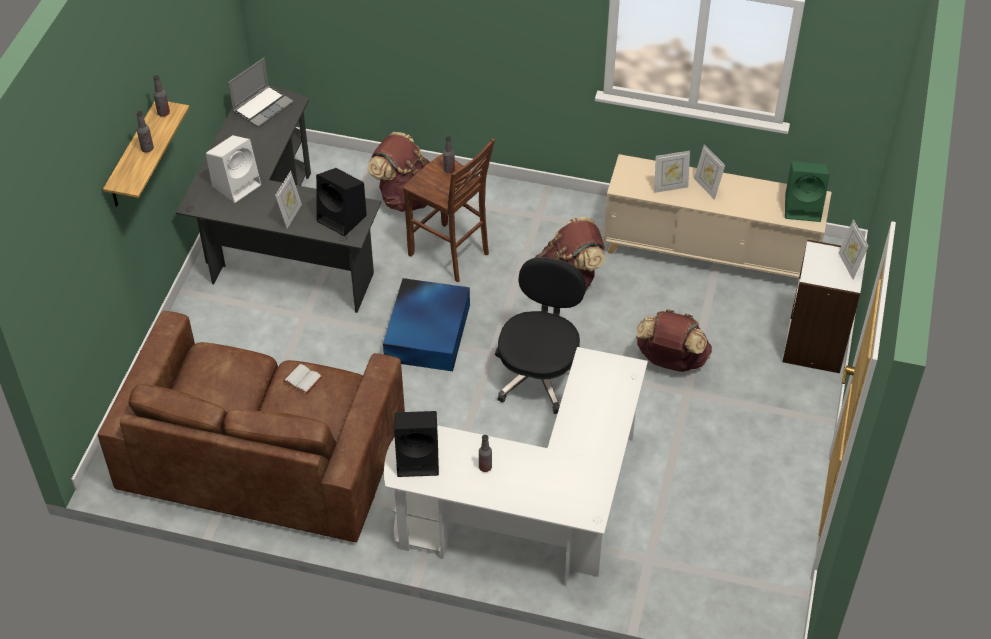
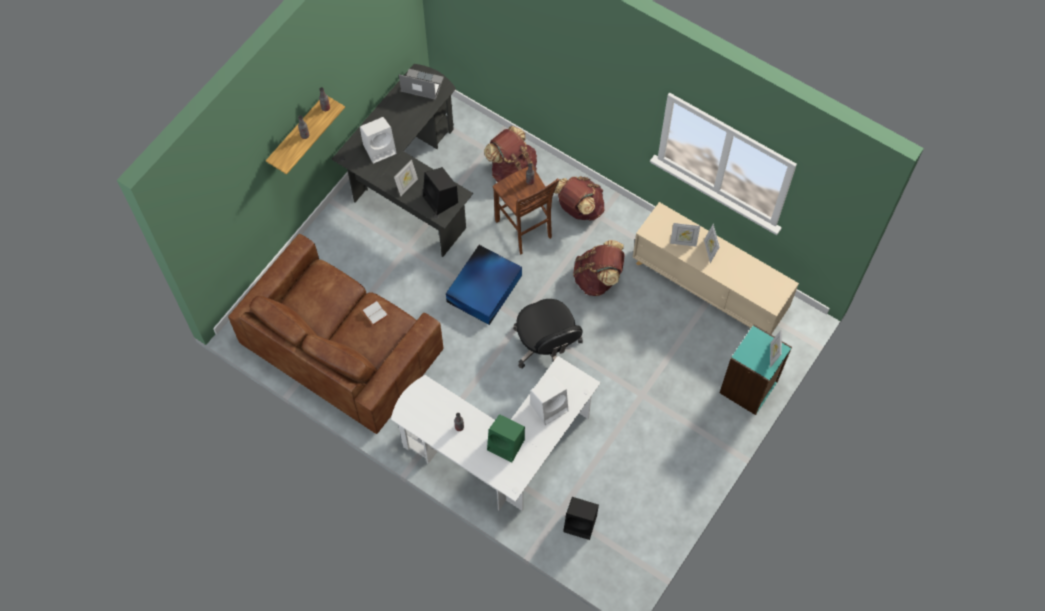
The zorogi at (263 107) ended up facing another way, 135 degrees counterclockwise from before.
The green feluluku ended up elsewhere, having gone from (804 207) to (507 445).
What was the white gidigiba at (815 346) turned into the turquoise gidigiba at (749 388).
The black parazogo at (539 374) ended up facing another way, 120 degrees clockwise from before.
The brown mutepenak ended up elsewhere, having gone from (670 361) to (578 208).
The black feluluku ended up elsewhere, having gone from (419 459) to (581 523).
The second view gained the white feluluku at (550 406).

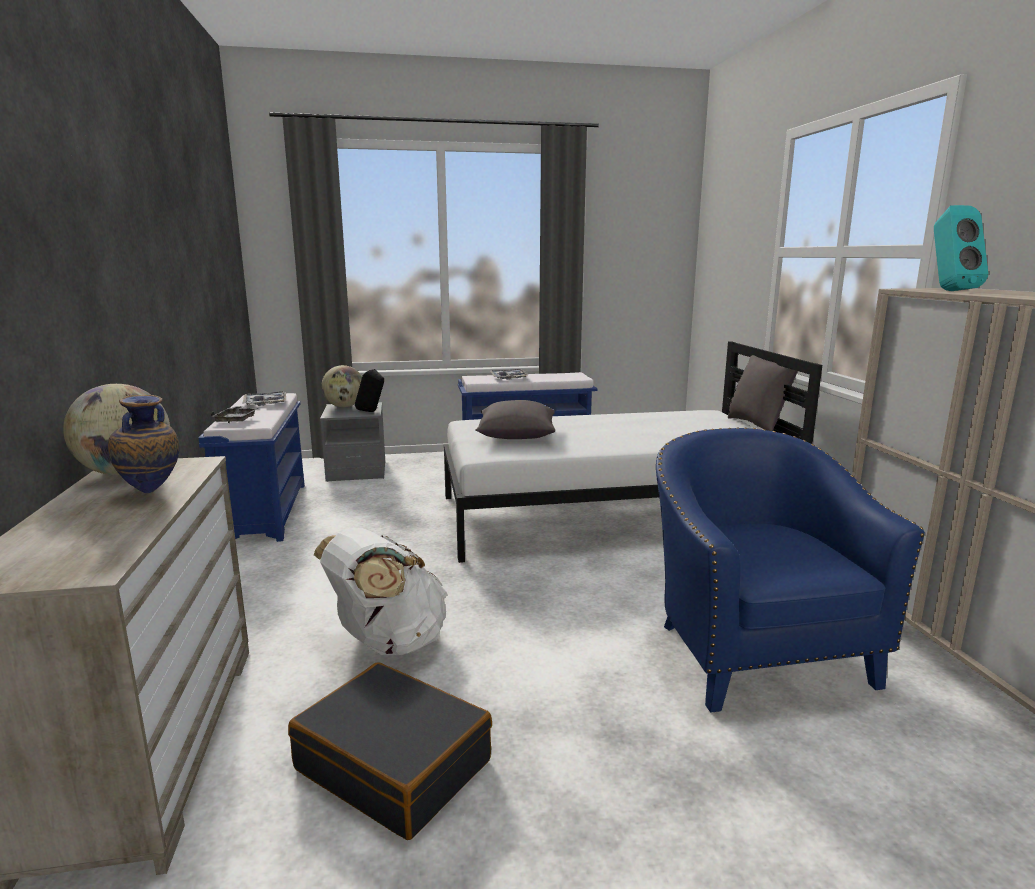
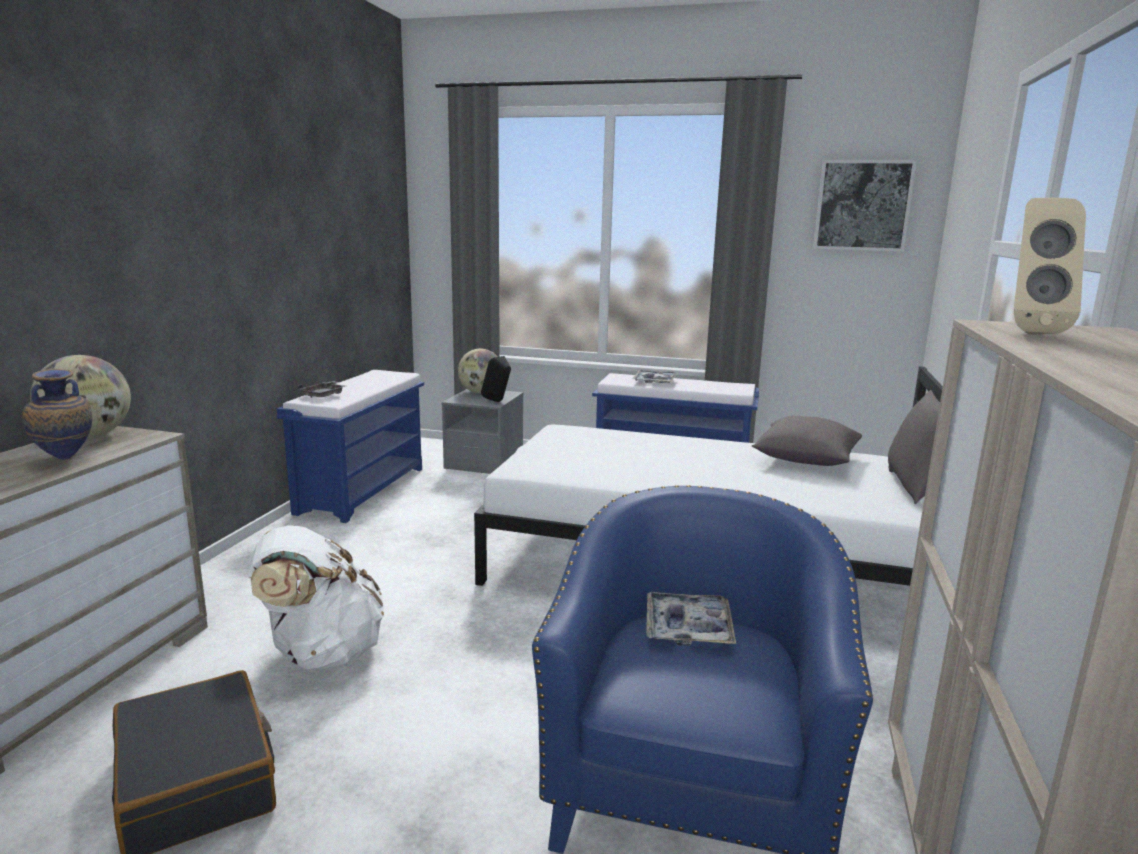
What was the turquoise feluluku at (948 290) turned into the beige feluluku at (1029 333).
The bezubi ended up elsewhere, having gone from (265 403) to (688 627).
The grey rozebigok ended up elsewhere, having gone from (516 436) to (805 459).
The second view gained the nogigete at (862 205).

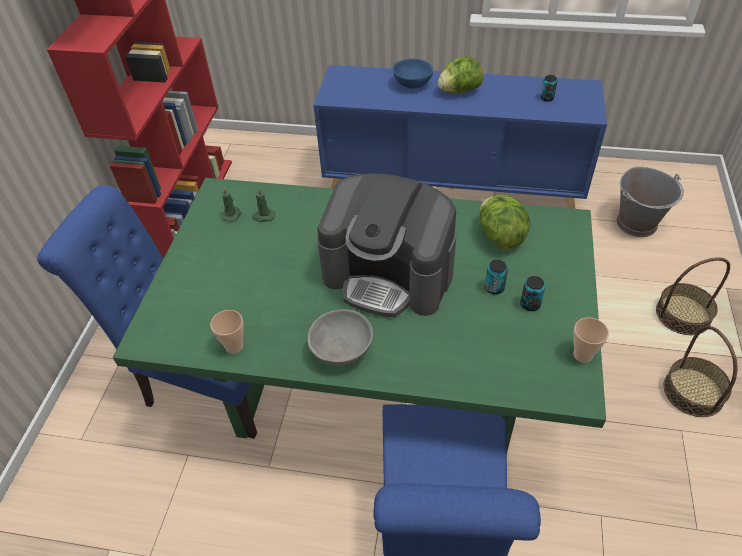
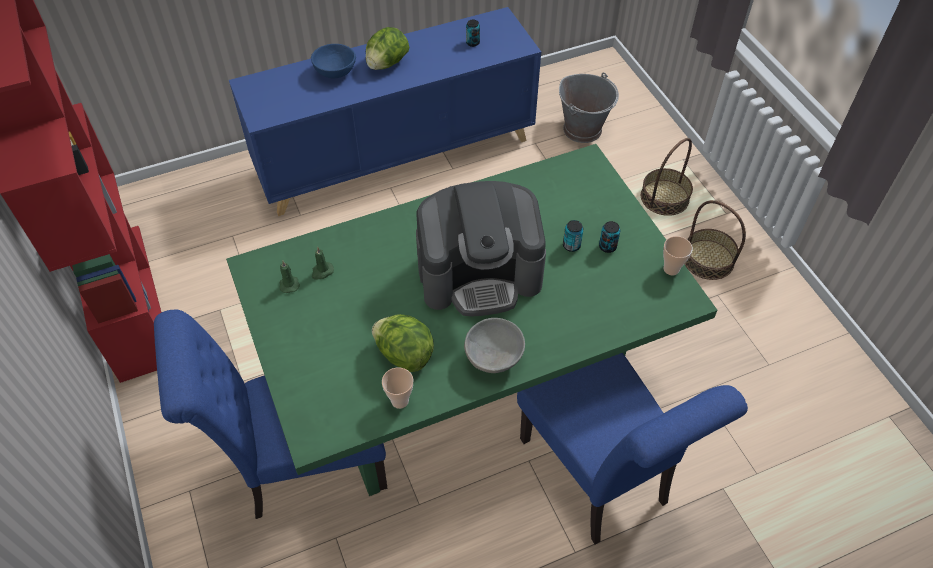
The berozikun ended up elsewhere, having gone from (500 236) to (404 354).

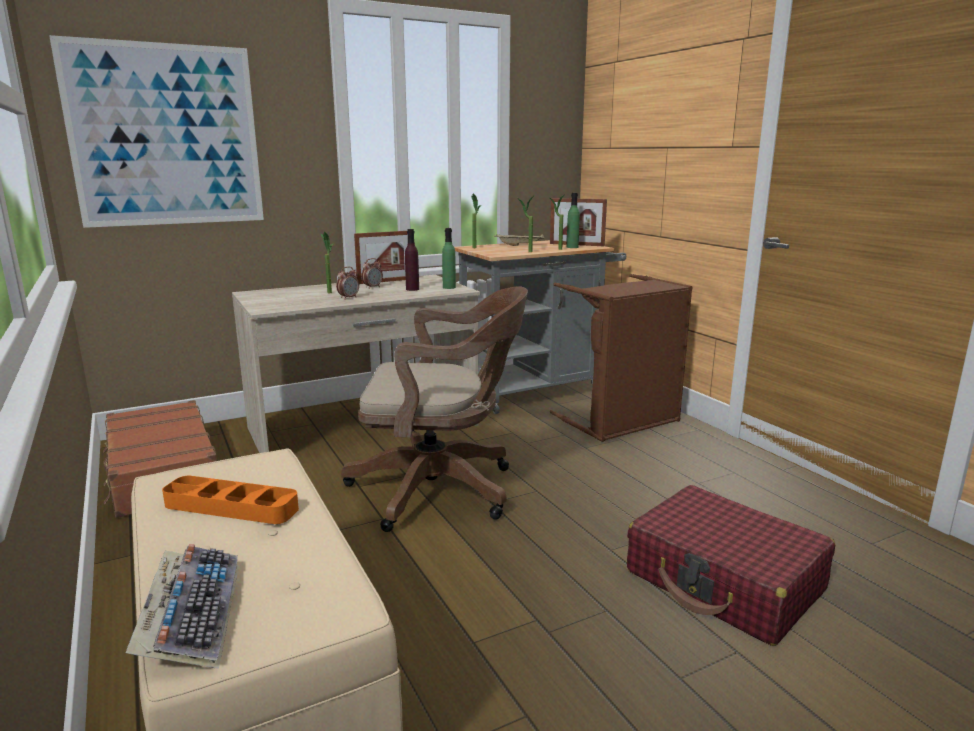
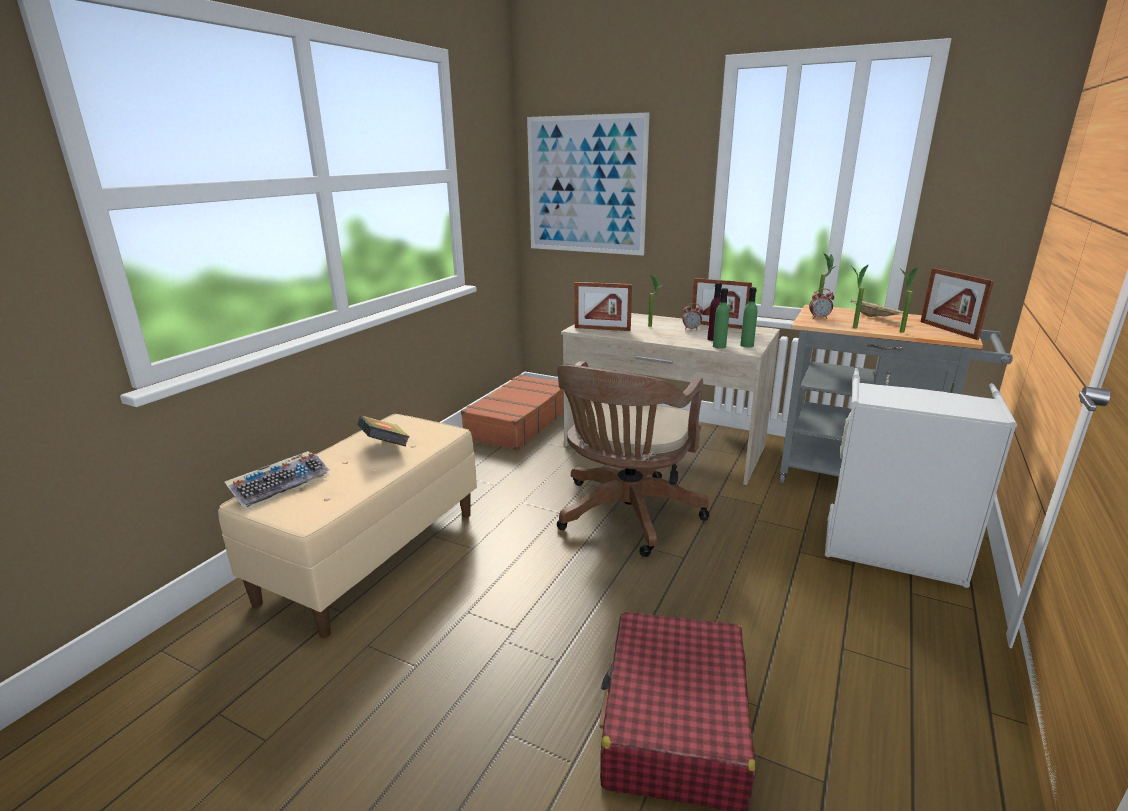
The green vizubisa ended up elsewhere, having gone from (572 247) to (719 346).
The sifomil ended up elsewhere, having gone from (348 298) to (819 318).
What was the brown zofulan at (622 422) turned into the grey zofulan at (892 552).
The brown parazogo at (441 489) ended up facing another way, 60 degrees clockwise from before.
Where the orange bezubi stood at (231 507), the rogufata came to stand at (385 447).
The second view gained the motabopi at (602 329).

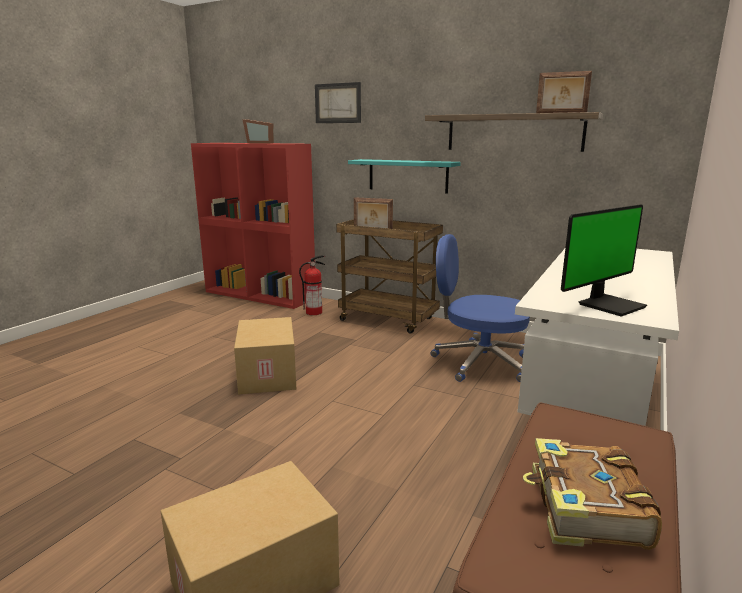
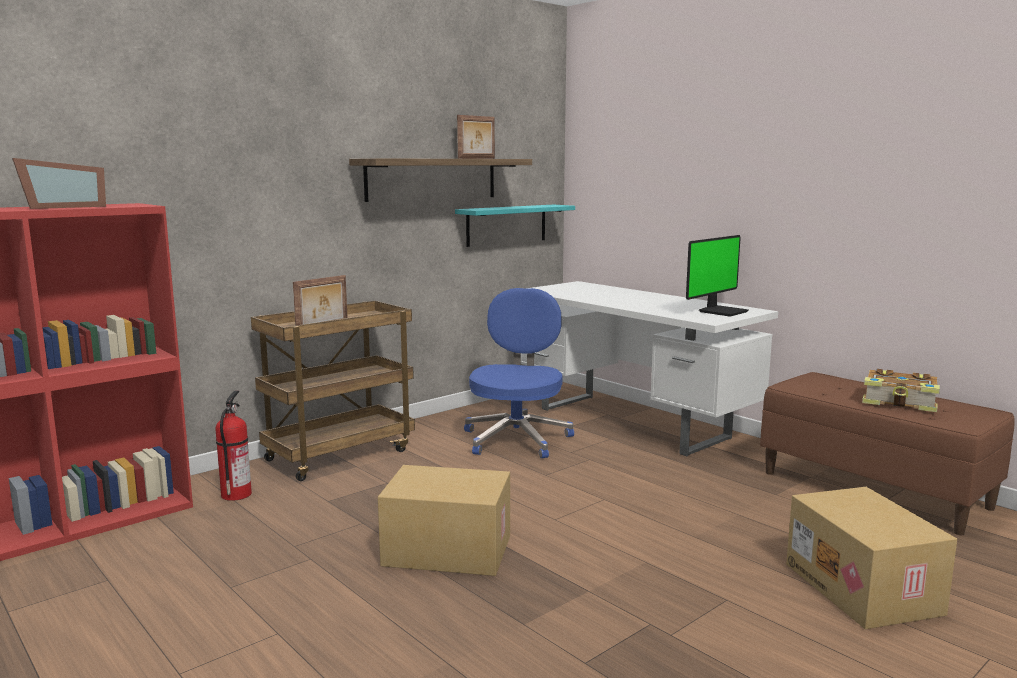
The second view lost the nogigete at (338 103).
The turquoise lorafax ended up elsewhere, having gone from (408 176) to (506 225).
The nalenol at (609 305) ended up facing another way, 60 degrees clockwise from before.
The blue parazogo at (479 362) ended up facing another way, 150 degrees clockwise from before.

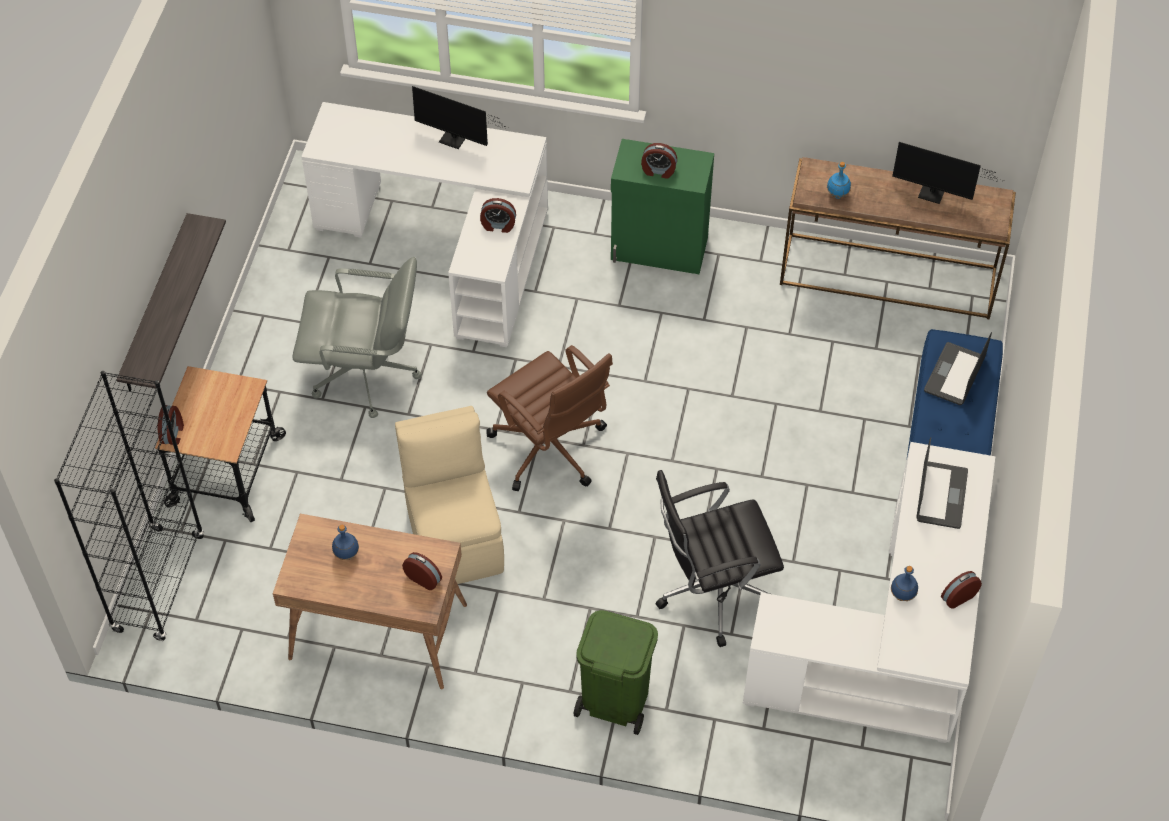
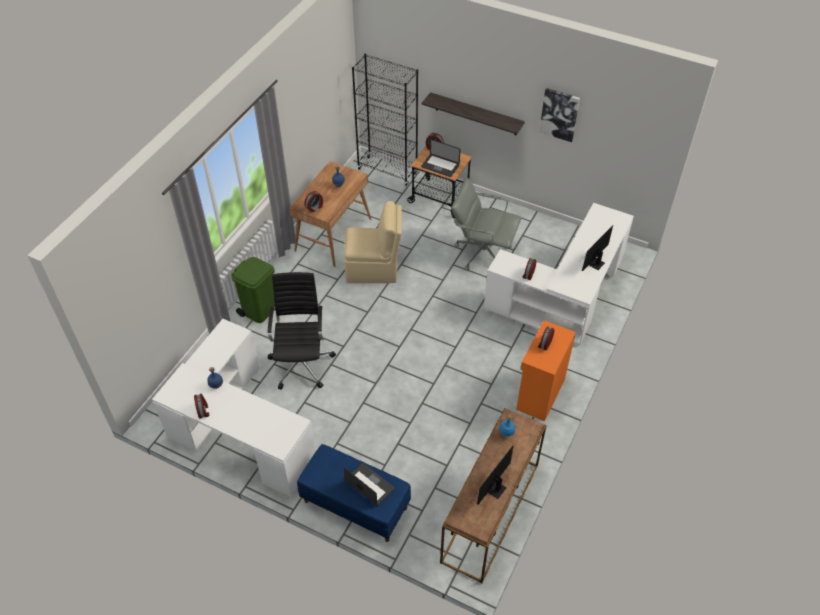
What was the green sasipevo at (659 250) turned into the orange sasipevo at (539 394).
The grey parazogo at (366 375) ended up facing another way, 90 degrees clockwise from before.
The second view lost the brown parazogo at (550 450).
The zorogi ended up elsewhere, having gone from (941 496) to (440 166).
The second view gained the nogigete at (559 114).

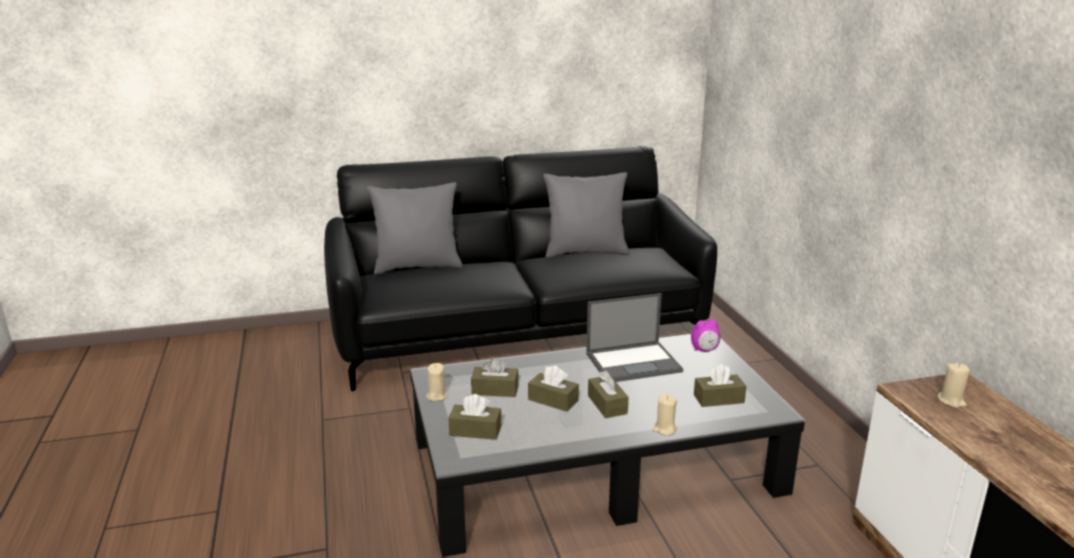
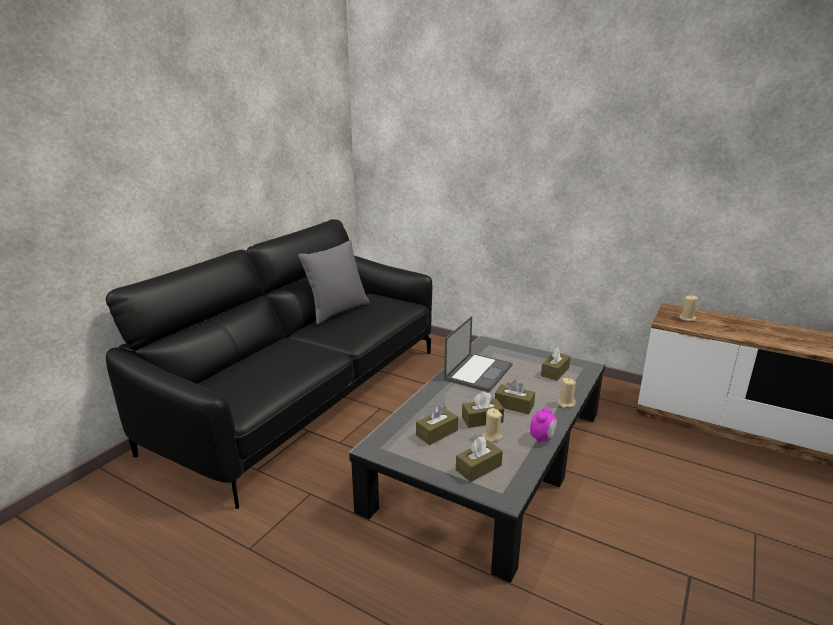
The second view lost the grey rozebigok at (417 267).
The sifomil ended up elsewhere, having gone from (704 350) to (542 438).
The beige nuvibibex ended up elsewhere, having gone from (436 396) to (492 437).

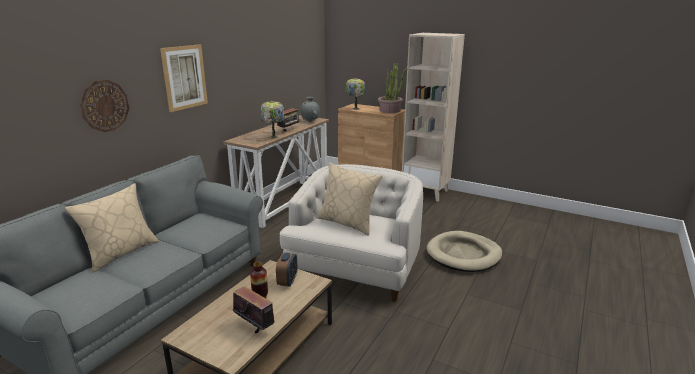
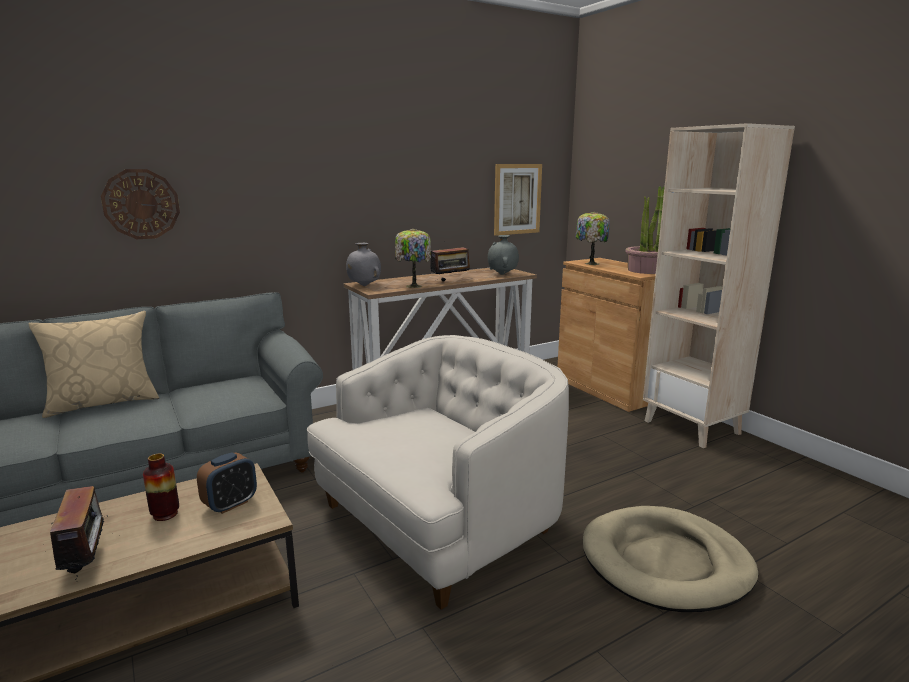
The nogigete ended up elsewhere, having gone from (184 77) to (517 199).
The second view lost the beige rozebigok at (348 222).
The second view gained the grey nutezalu at (364 286).

